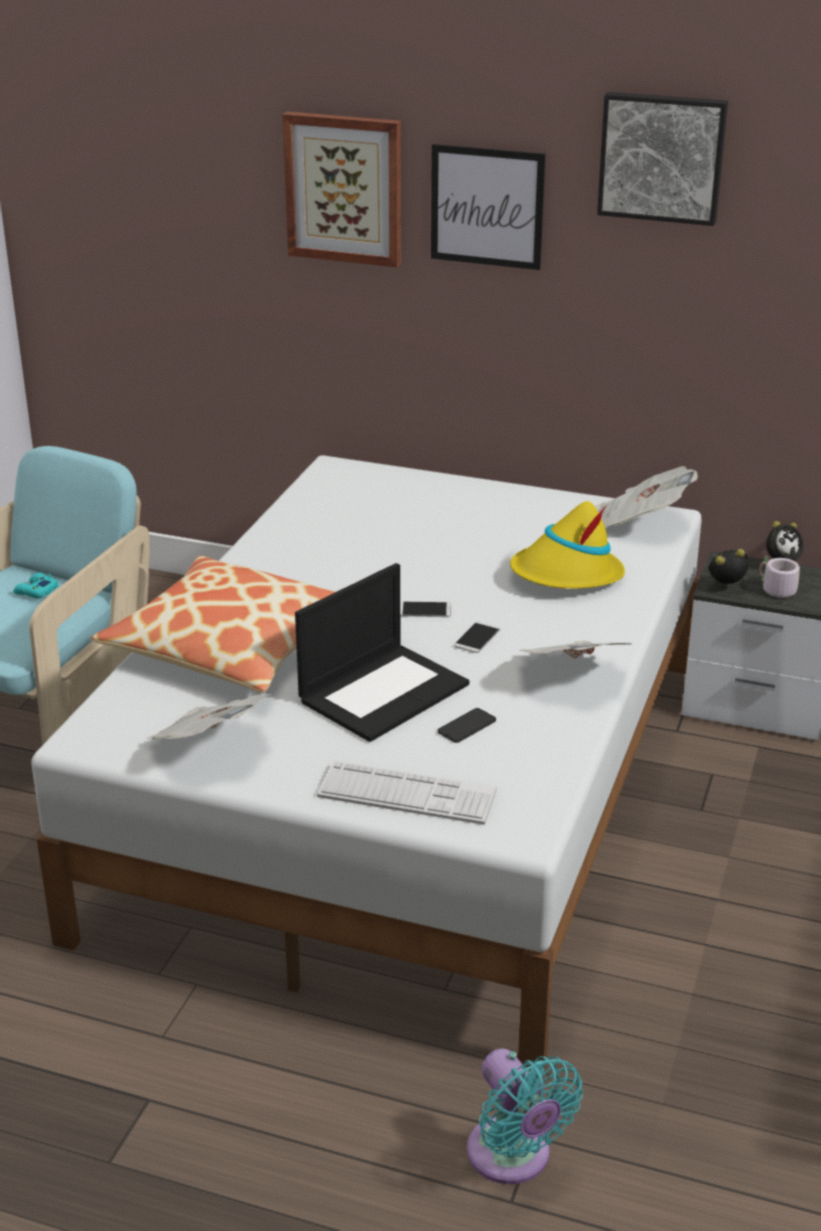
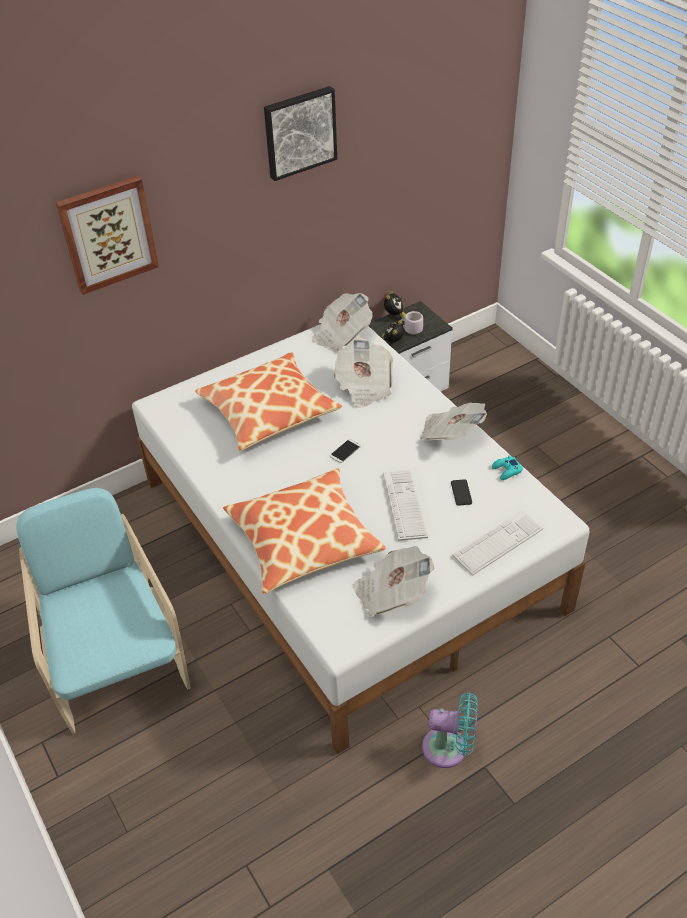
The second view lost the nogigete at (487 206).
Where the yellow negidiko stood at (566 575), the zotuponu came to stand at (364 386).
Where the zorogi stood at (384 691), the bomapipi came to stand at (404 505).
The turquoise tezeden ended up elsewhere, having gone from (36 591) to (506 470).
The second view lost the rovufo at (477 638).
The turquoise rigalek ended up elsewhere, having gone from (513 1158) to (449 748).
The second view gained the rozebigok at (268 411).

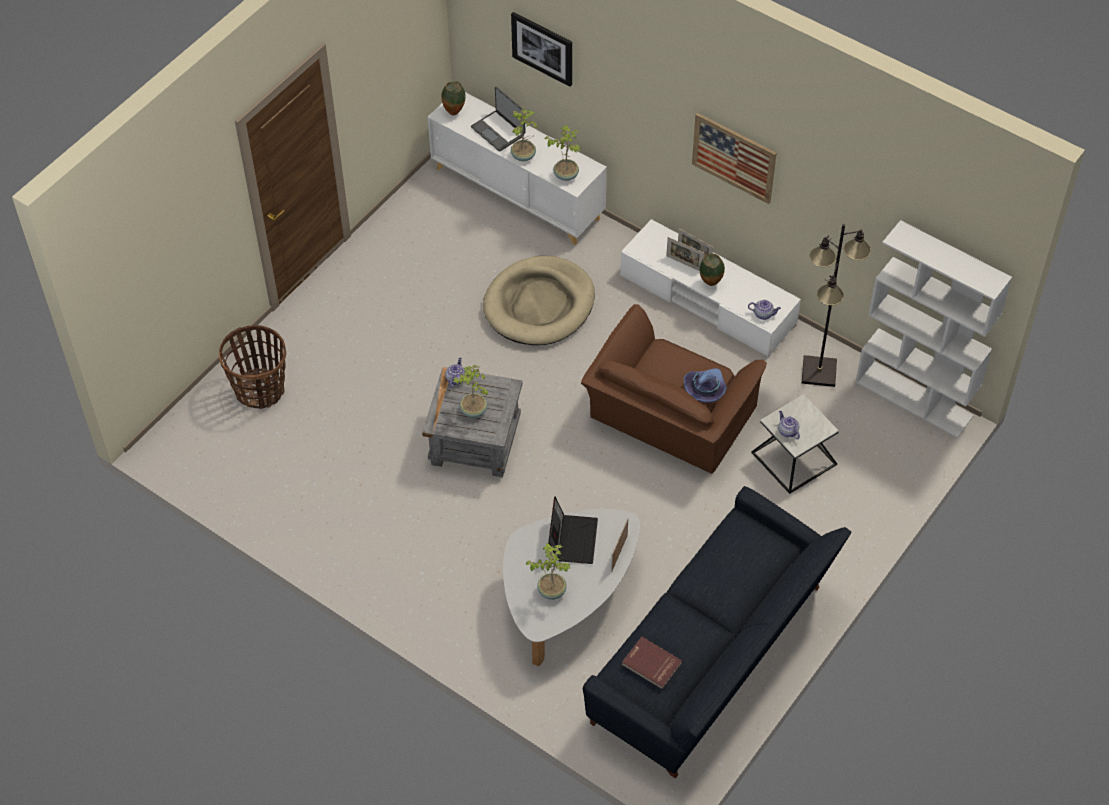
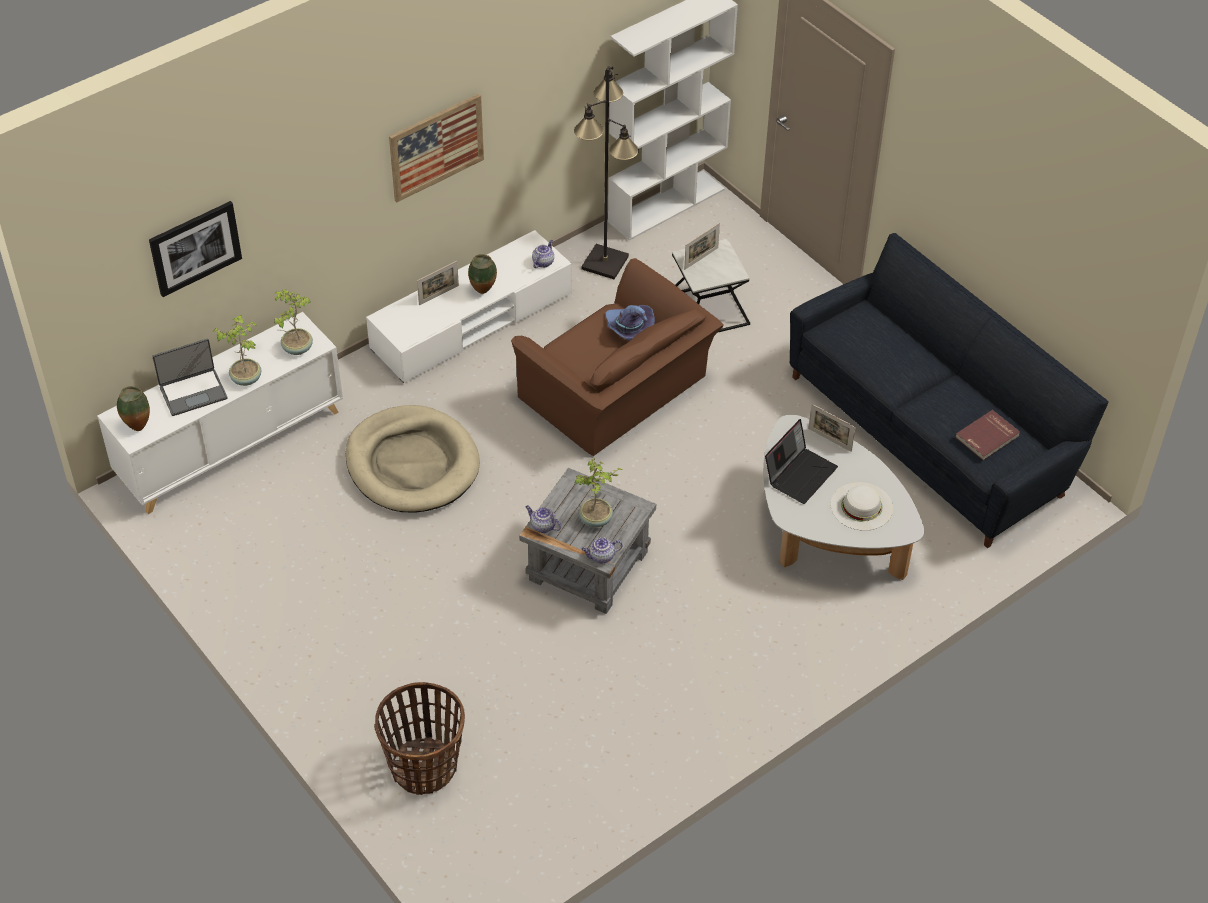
The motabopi ended up elsewhere, having gone from (684 264) to (701 258).
The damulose ended up elsewhere, having gone from (787 431) to (601 557).
The zorogi at (572 539) ended up facing another way, 105 degrees clockwise from before.
Where the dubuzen stood at (551 590), the white negidiko came to stand at (861 506).

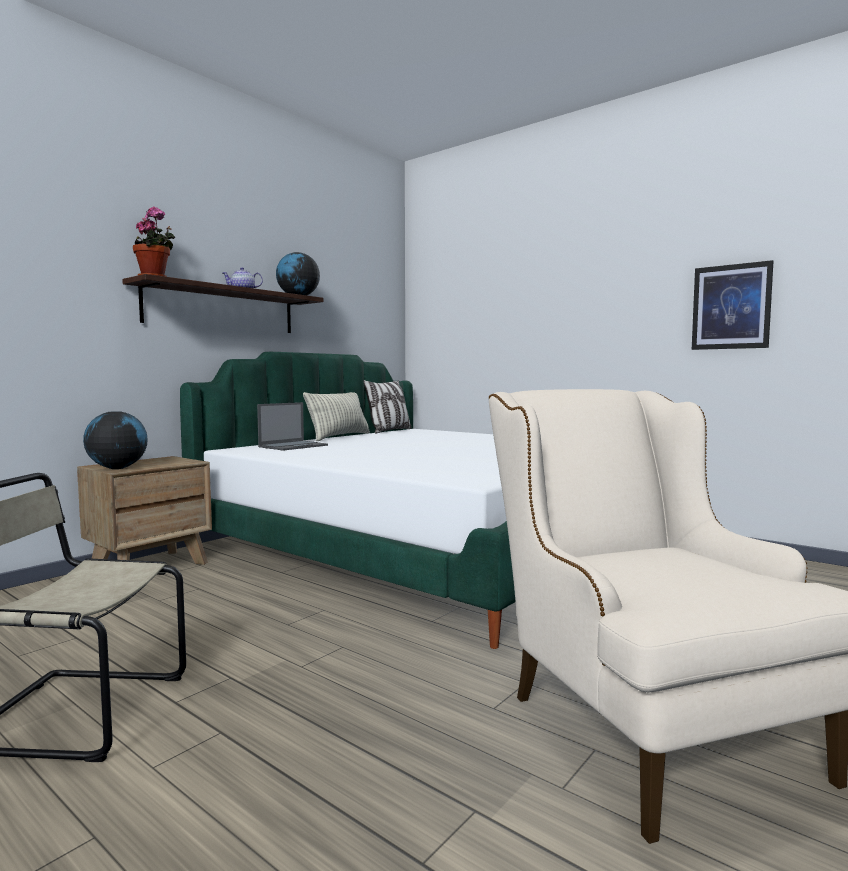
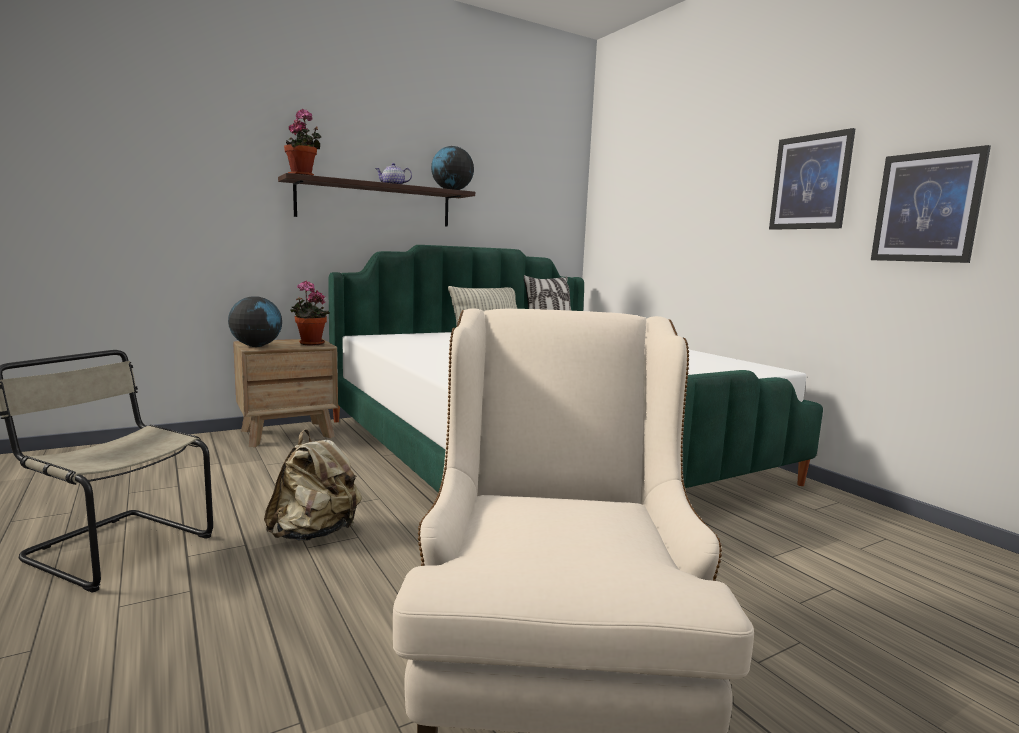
The second view lost the zorogi at (294 446).
The second view gained the nogigete at (810 182).
The second view gained the dubuzen at (309 344).
The second view gained the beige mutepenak at (315 533).

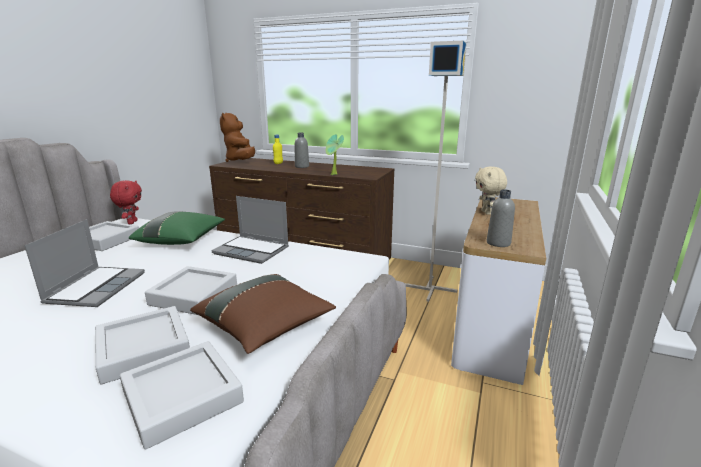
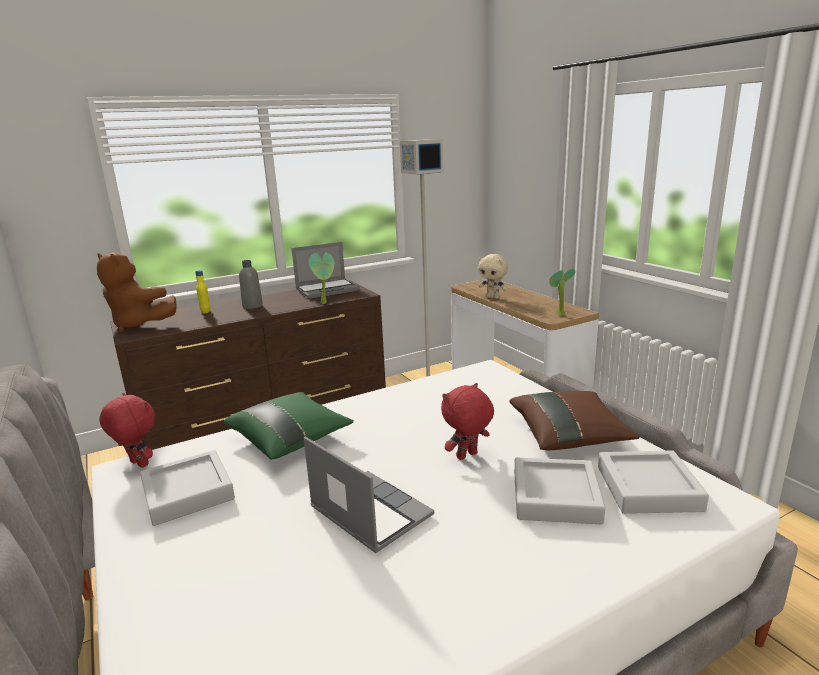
Where the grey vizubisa stood at (498 243), the dubuzen came to stand at (559 314).
The zorogi ended up elsewhere, having gone from (252 250) to (327 290).
Where the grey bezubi stood at (194 295), the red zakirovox came to stand at (467 456).

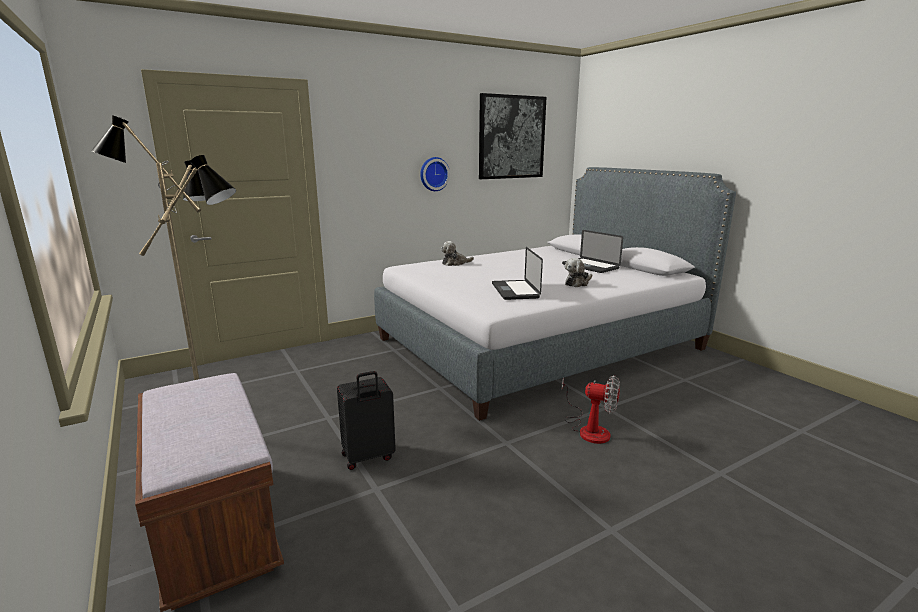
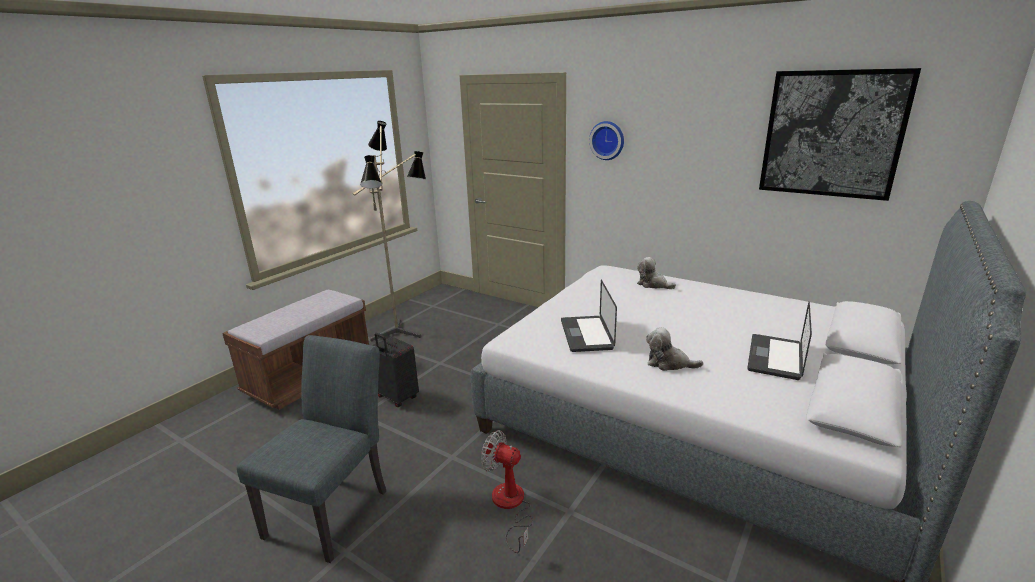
The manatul ended up elsewhere, having gone from (433 174) to (607 140).
The zorogi at (515 291) ended up facing another way, 60 degrees counterclockwise from before.
The rigalek at (589 429) ended up facing another way, 120 degrees clockwise from before.
The second view gained the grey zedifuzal at (334 507).

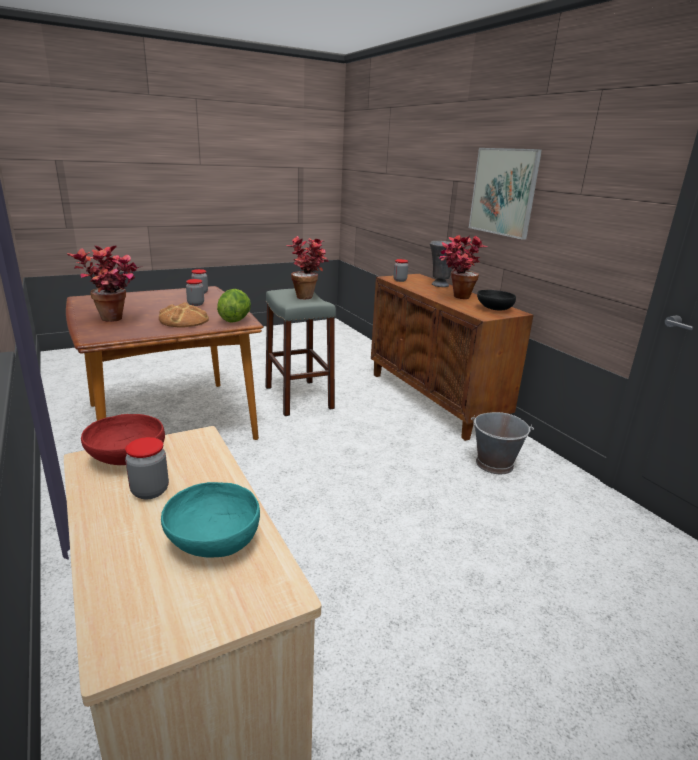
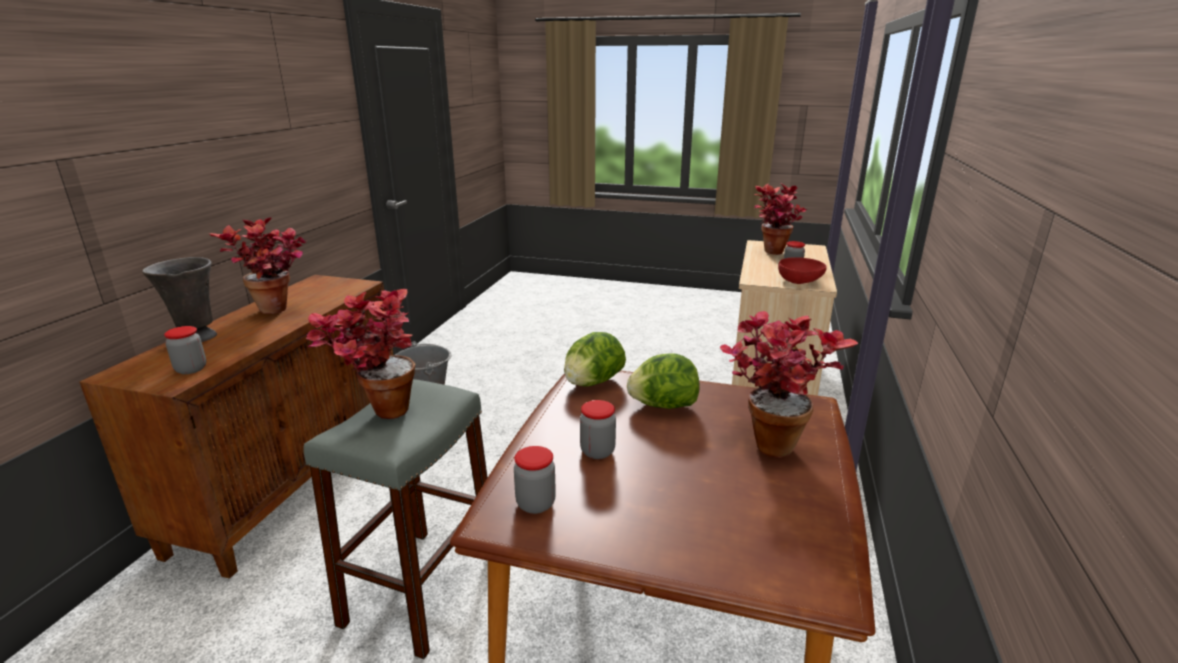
The second view lost the nogigete at (503 192).
The second view lost the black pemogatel at (493 309).
Where the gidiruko stood at (183 320), the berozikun came to stand at (663 406).
Where the turquoise pemogatel stood at (212 541), the dubuzen came to stand at (772 254).

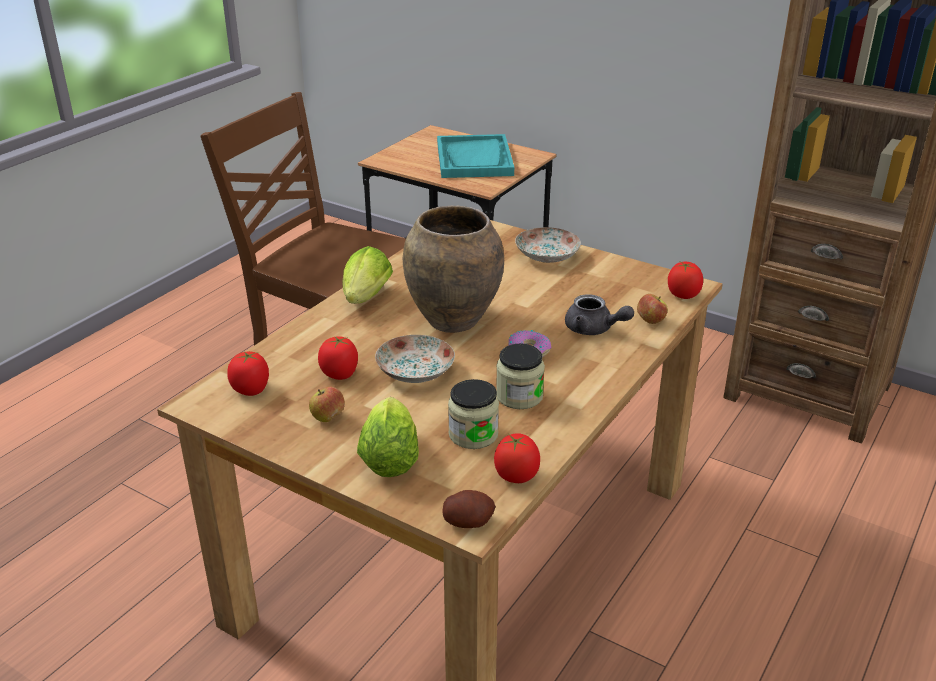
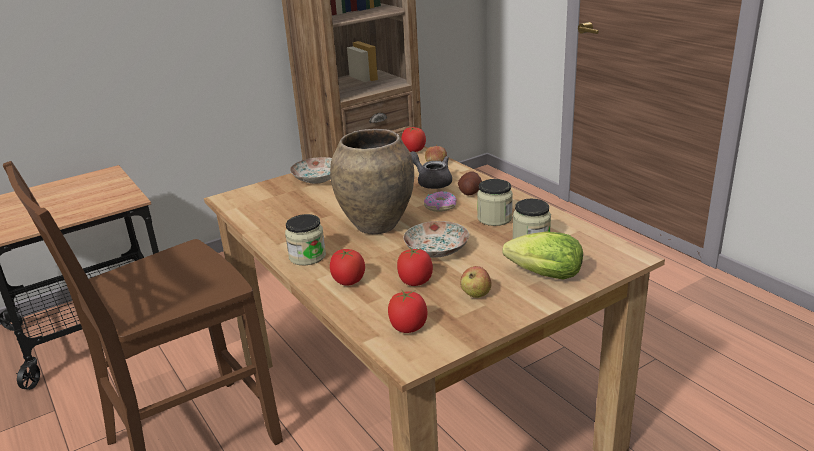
The second view lost the turquoise bezubi at (474 159).
Where the berozikun stood at (365 300), the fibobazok came to stand at (307 256).
The grey damulose at (594 329) ended up facing another way, 105 degrees counterclockwise from before.
The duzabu ended up elsewhere, having gone from (516 476) to (348 281).
The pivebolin ended up elsewhere, having gone from (468 521) to (470 192).

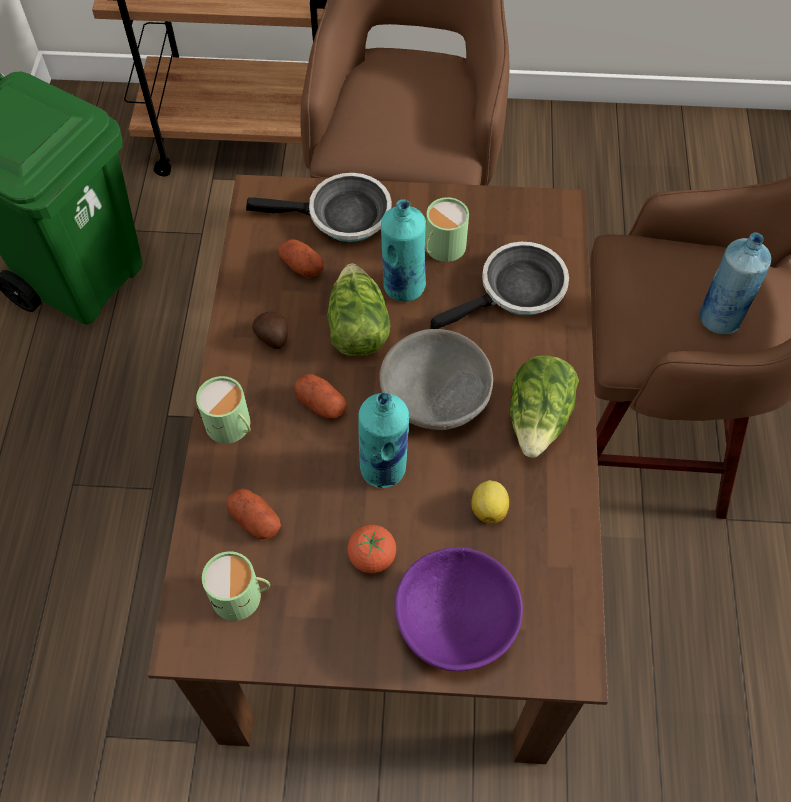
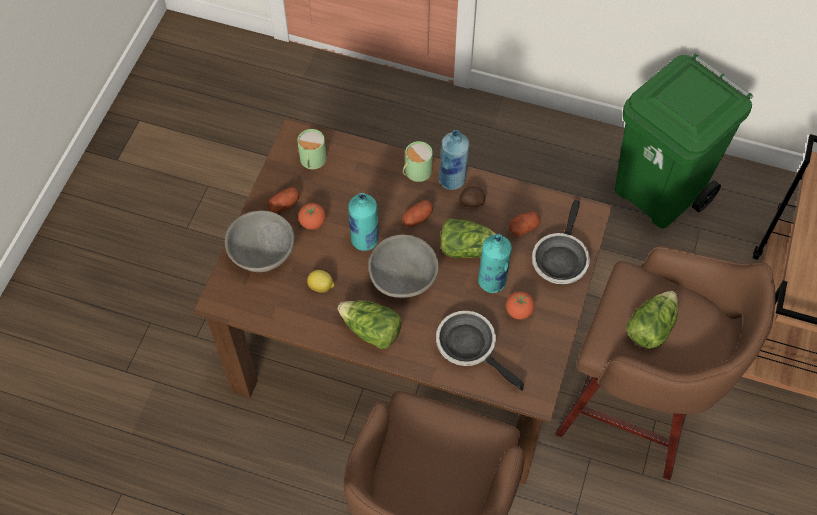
Where the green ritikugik stood at (441 248), the duzabu came to stand at (518 311).
The blue vizubisa ended up elsewhere, having gone from (719 318) to (452 180).
The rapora at (516 292) ended up facing another way, 150 degrees clockwise from before.
The pivebolin ended up elsewhere, having gone from (255 520) to (284 205).
What was the purple pemogatel at (455 620) turned into the grey pemogatel at (263 252).
The second view gained the berozikun at (650 327).

